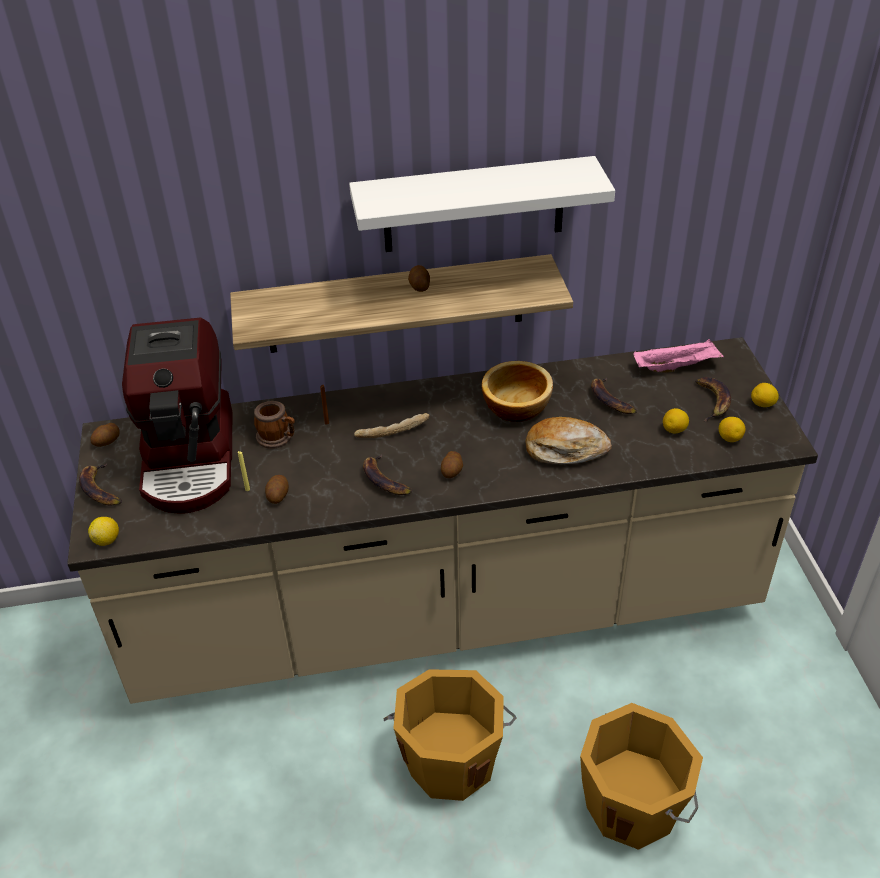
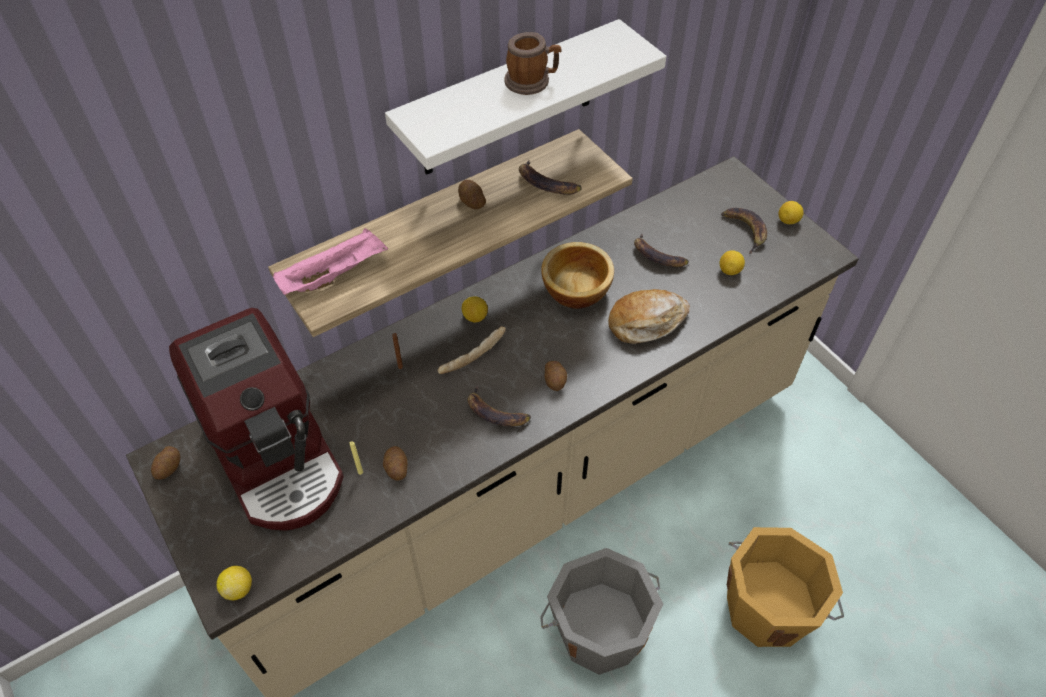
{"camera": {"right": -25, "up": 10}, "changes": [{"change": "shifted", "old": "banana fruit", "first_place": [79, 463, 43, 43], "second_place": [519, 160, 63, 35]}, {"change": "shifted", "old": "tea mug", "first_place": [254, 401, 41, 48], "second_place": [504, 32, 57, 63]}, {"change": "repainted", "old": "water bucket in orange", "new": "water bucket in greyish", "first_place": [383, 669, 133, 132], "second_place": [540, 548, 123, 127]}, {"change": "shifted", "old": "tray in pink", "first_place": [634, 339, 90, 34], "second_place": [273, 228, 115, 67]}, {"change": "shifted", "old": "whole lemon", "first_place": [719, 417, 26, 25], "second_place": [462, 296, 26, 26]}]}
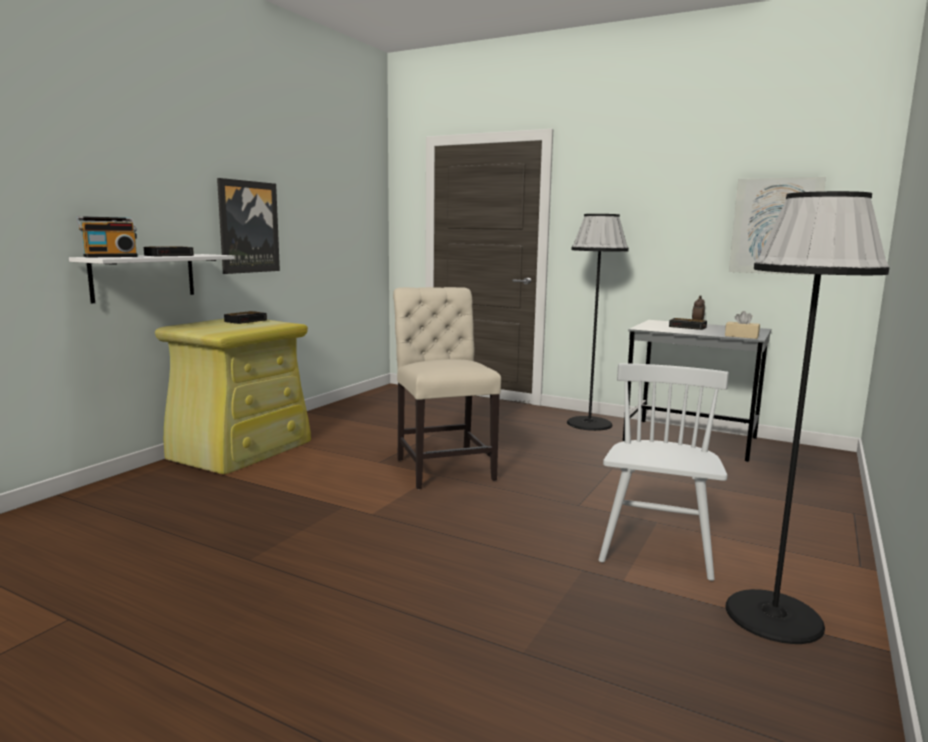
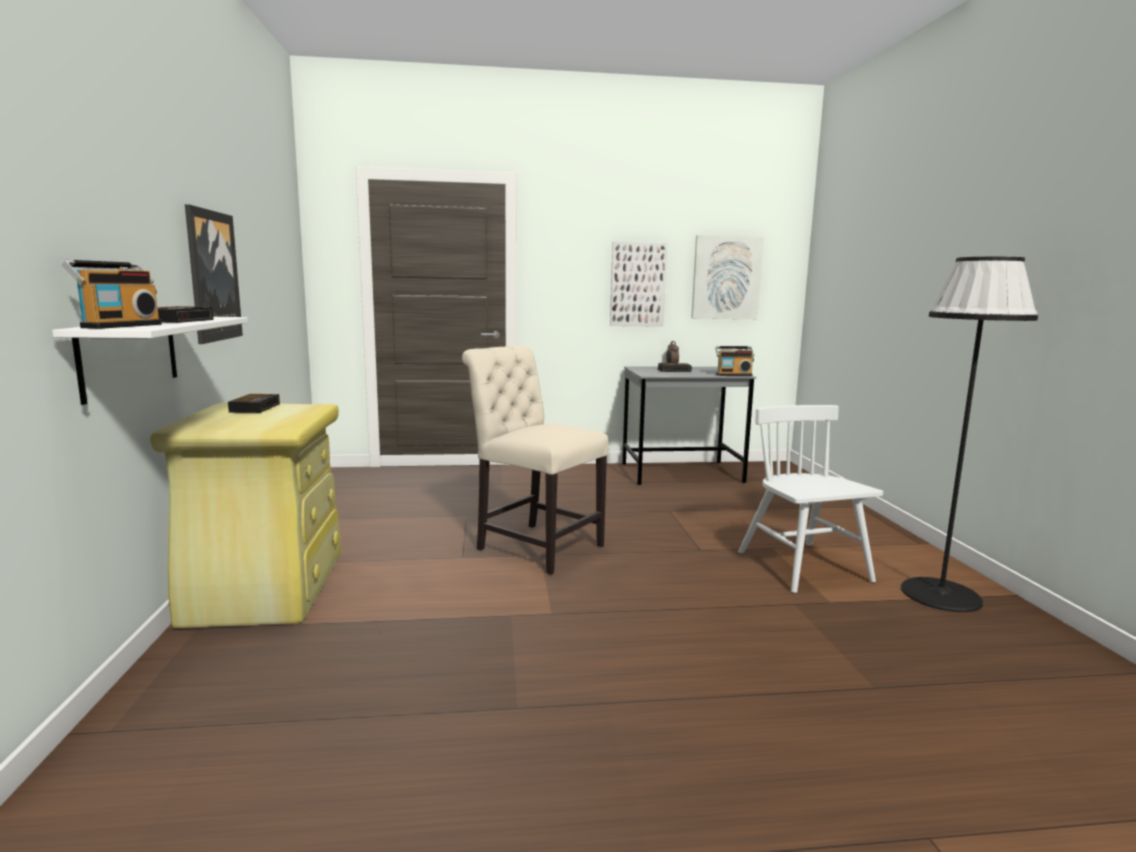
{"camera": {"right": -35, "up": 0}, "changes": [{"change": "gone", "old": "standard lamp in black", "first_place": [567, 214, 62, 217]}, {"change": "swapped", "old": "tissue box in sand-coloured", "new": "radio", "first_place": [725, 311, 35, 28], "second_place": [715, 346, 39, 30]}, {"change": "new", "new": "picture", "second_place": [610, 242, 57, 85]}]}
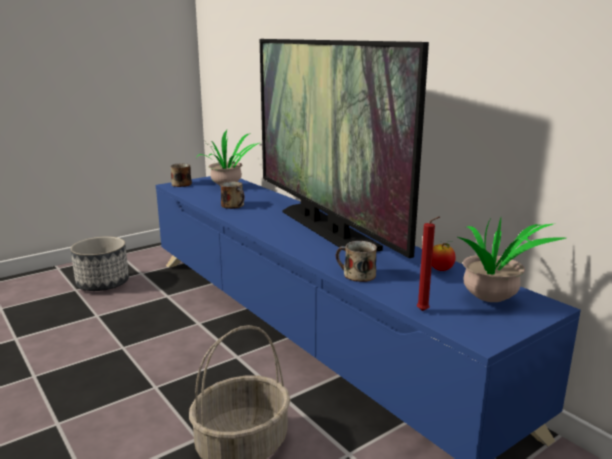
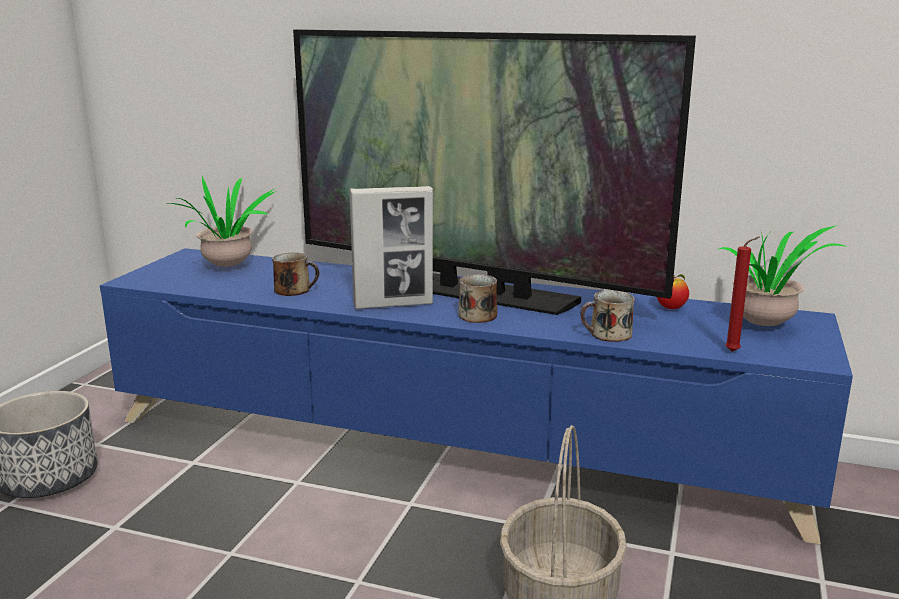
{"camera": {"right": -35, "up": 0}, "changes": [{"change": "shifted", "old": "tea mug", "first_place": [170, 163, 22, 24], "second_place": [458, 274, 39, 49]}, {"change": "new", "new": "standing frame", "second_place": [349, 186, 84, 123]}]}
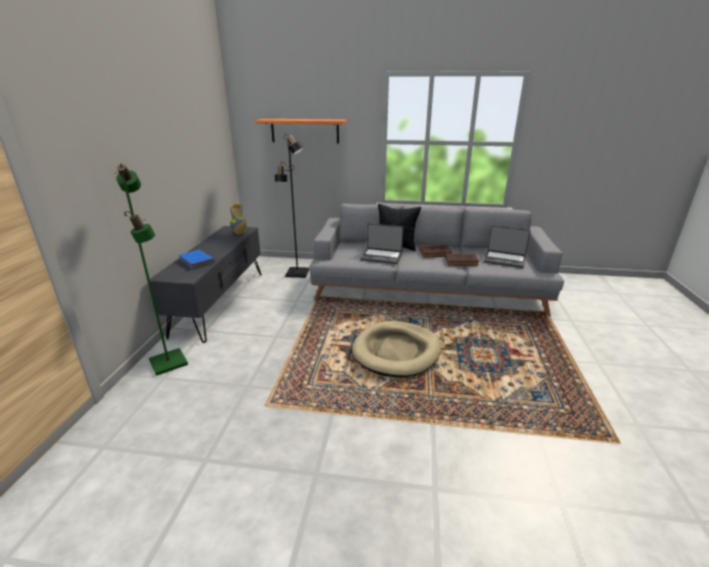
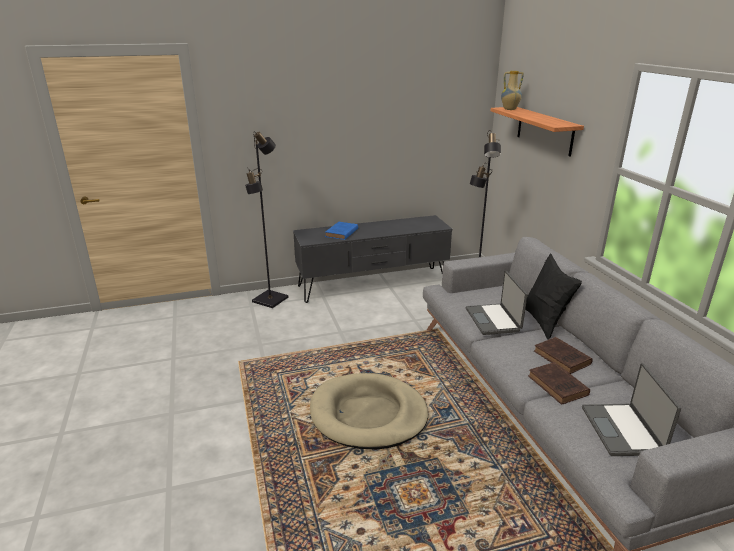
{"camera": {"right": 65, "up": 0}, "changes": [{"change": "repainted", "old": "standard lamp in green-coloured", "new": "standard lamp in black", "first_place": [116, 164, 72, 212], "second_place": [245, 131, 43, 177]}, {"change": "shifted", "old": "decorative vase", "first_place": [230, 204, 17, 31], "second_place": [501, 71, 23, 39]}]}
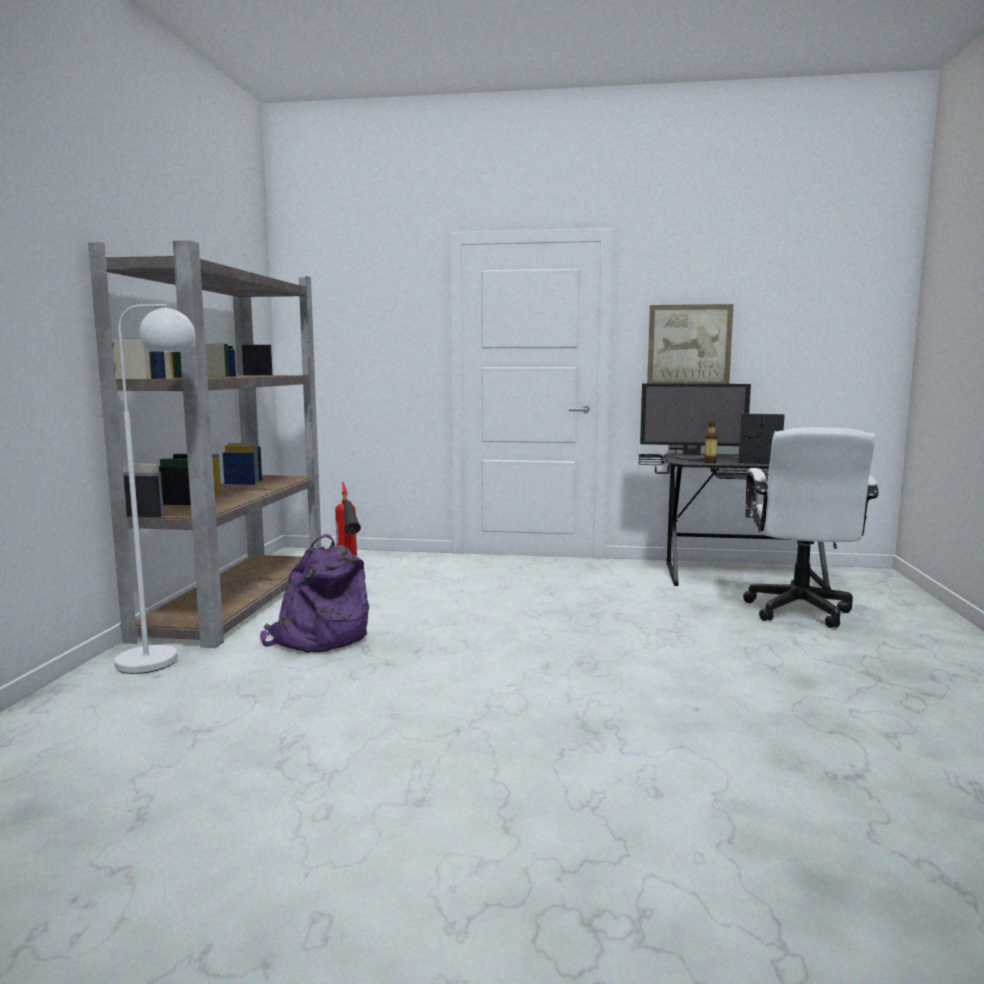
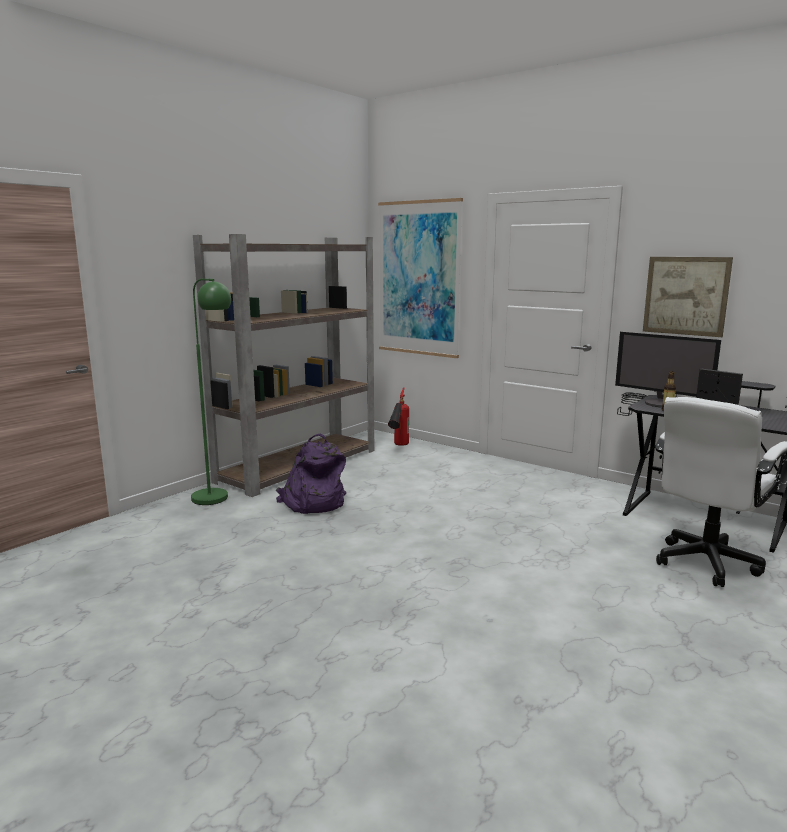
{"camera": {"right": 30, "up": 5}, "changes": [{"change": "repainted", "old": "standard lamp in white", "new": "standard lamp in green-coloured", "first_place": [115, 304, 80, 370], "second_place": [191, 279, 40, 226]}, {"change": "new", "new": "picture", "second_place": [378, 198, 85, 160]}]}
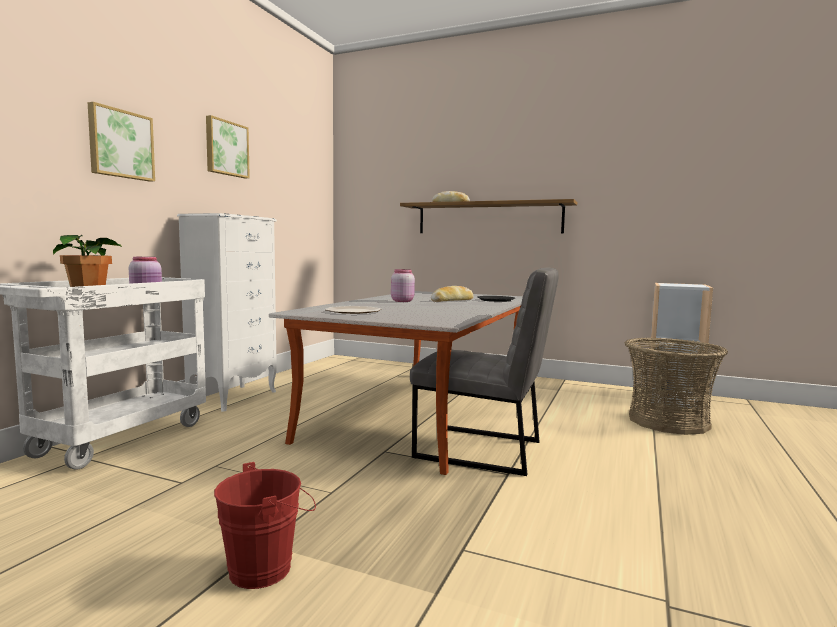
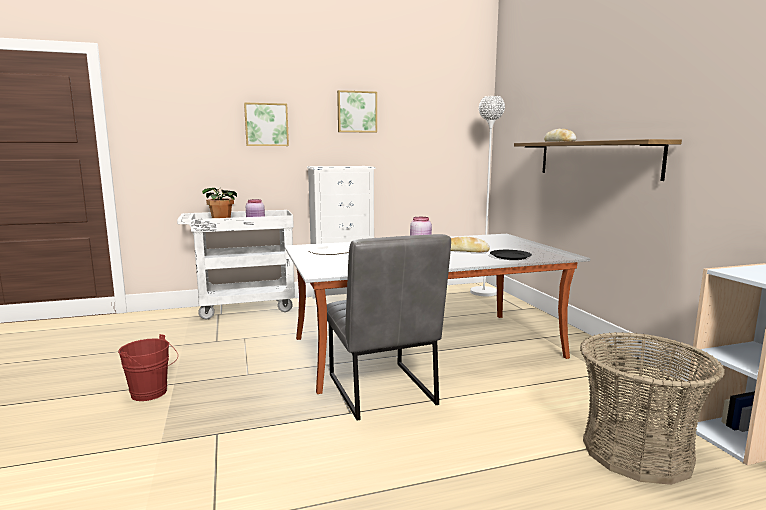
{"camera": {"right": 50, "up": 5}, "changes": [{"change": "new", "new": "standard lamp in white", "second_place": [470, 96, 35, 200]}]}
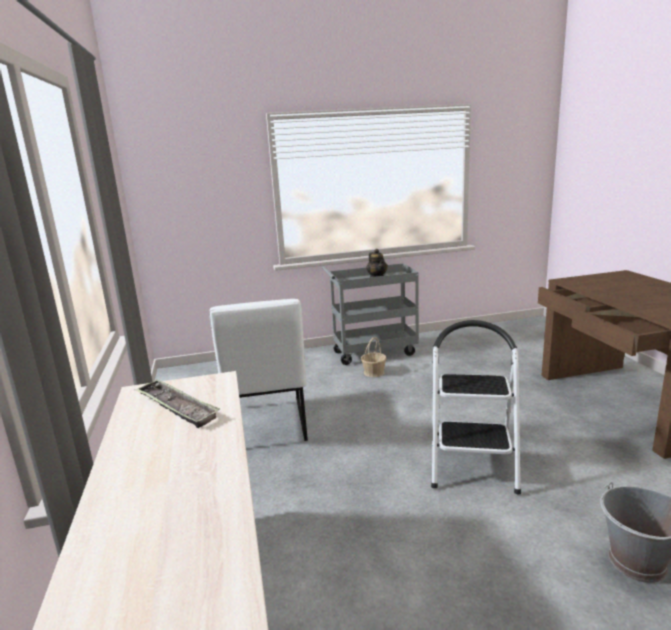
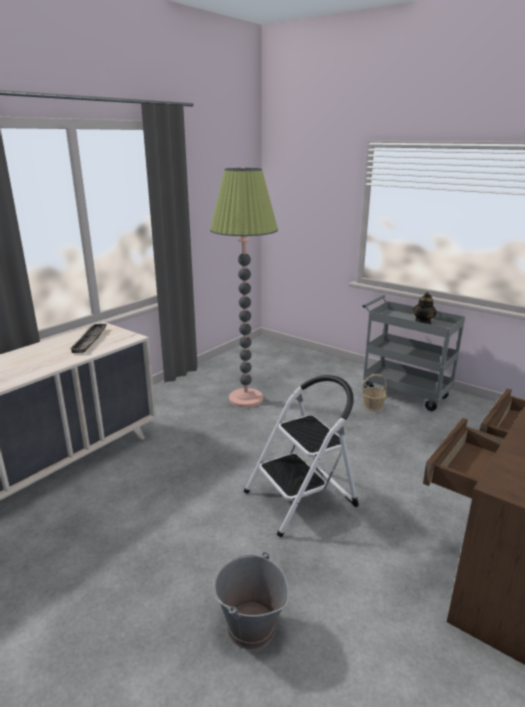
{"camera": {"right": 50, "up": 5}, "changes": [{"change": "swapped", "old": "plain chair in white", "new": "standard lamp", "first_place": [209, 299, 99, 142], "second_place": [210, 167, 68, 241]}]}
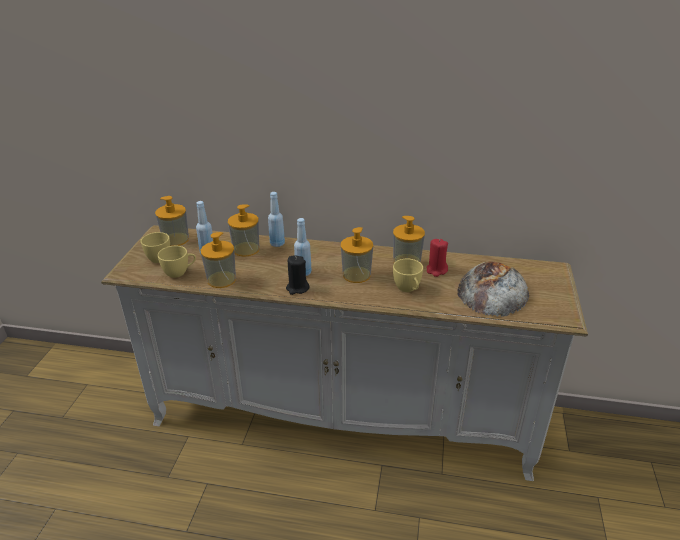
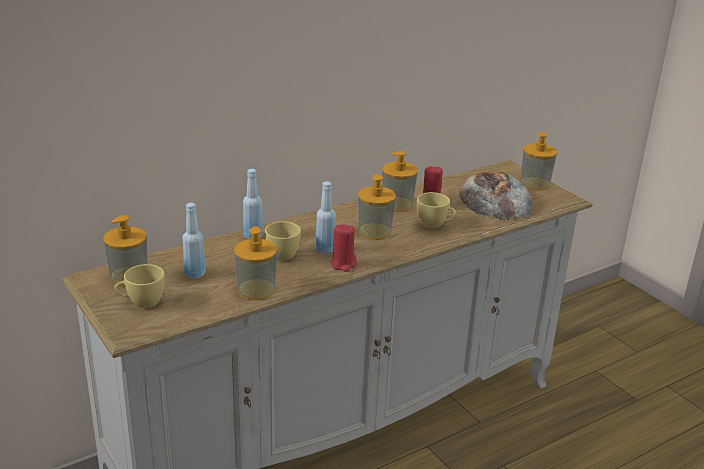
{"camera": {"right": -45, "up": -5}, "changes": [{"change": "shifted", "old": "small cup in yellow", "first_place": [157, 246, 39, 32], "second_place": [265, 221, 36, 40]}, {"change": "shifted", "old": "soap bottle", "first_place": [228, 204, 32, 53], "second_place": [521, 132, 36, 58]}, {"change": "repainted", "old": "wax light in black", "new": "wax light in red-coloured", "first_place": [286, 255, 24, 40], "second_place": [330, 224, 27, 48]}]}
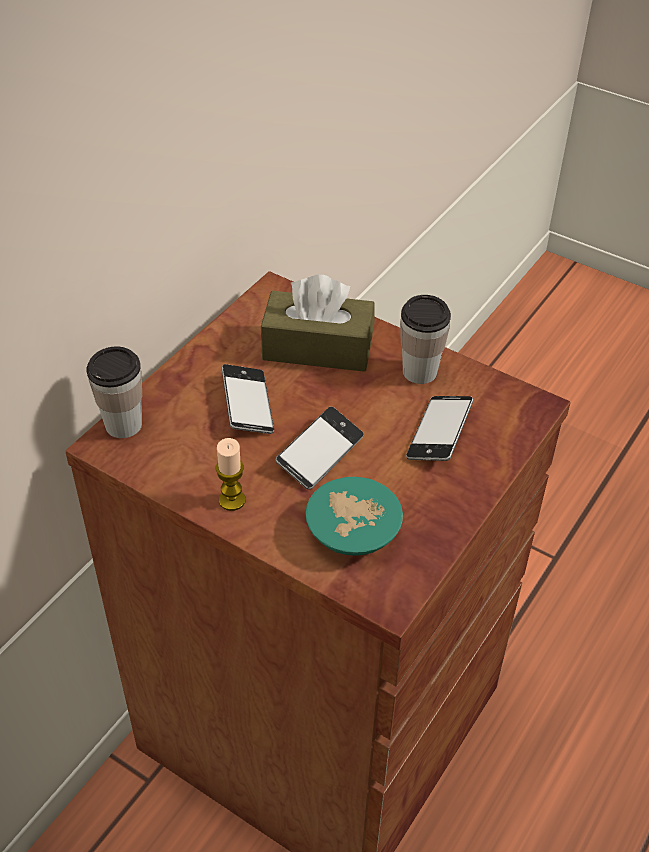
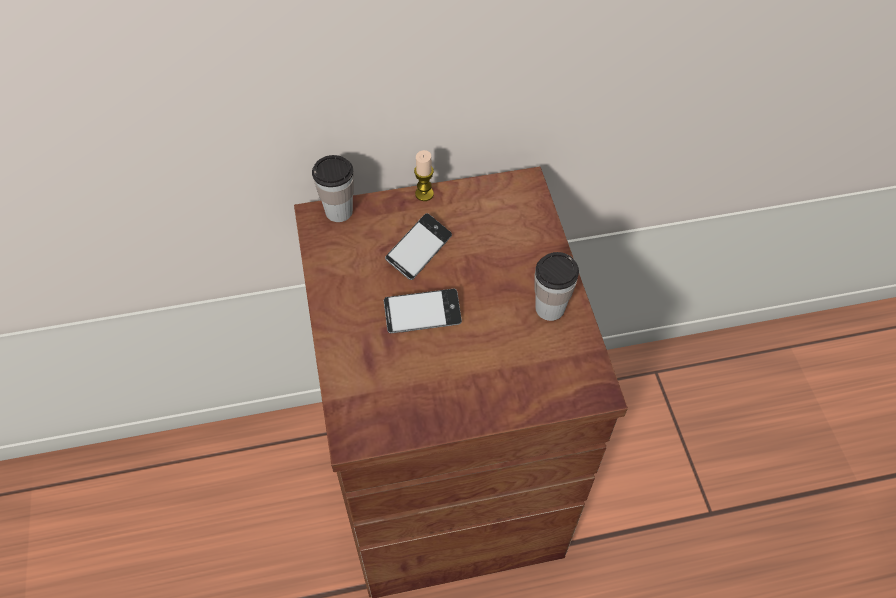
{"camera": {"right": 45, "up": 10}, "changes": [{"change": "shifted", "old": "wax light", "first_place": [216, 438, 29, 73], "second_place": [414, 150, 20, 51]}, {"change": "gone", "old": "tissue box in brownish", "first_place": [261, 275, 113, 97]}, {"change": "gone", "old": "deep dish in turquoise", "first_place": [306, 477, 97, 79]}, {"change": "gone", "old": "handset", "first_place": [406, 396, 67, 65]}]}
